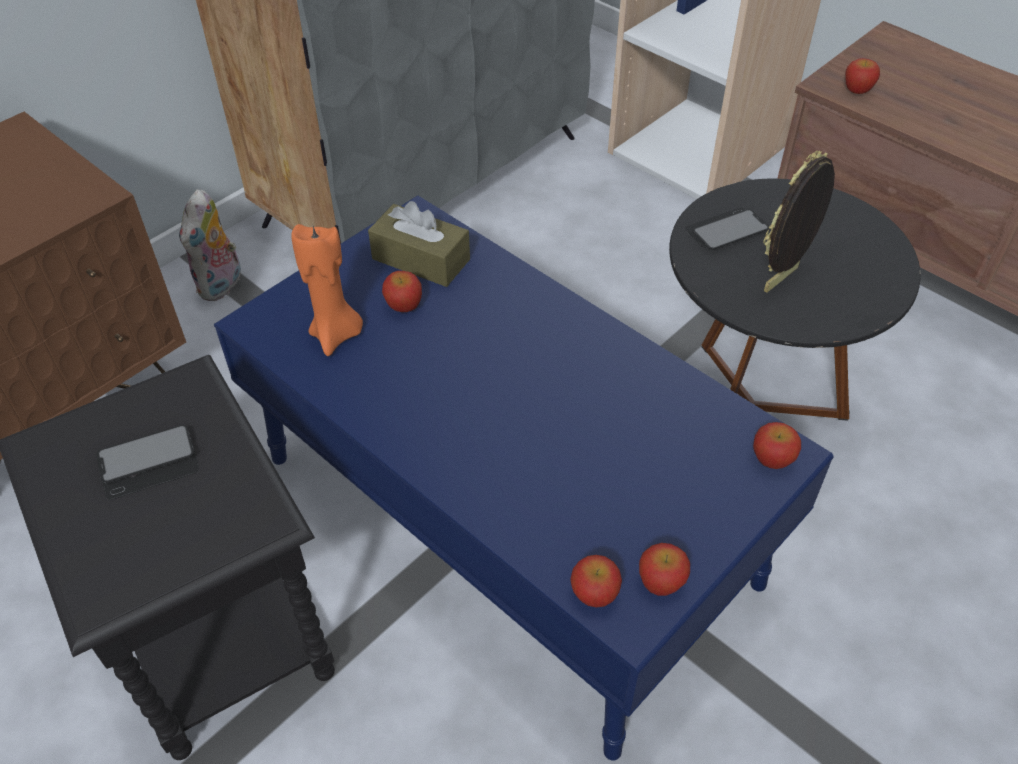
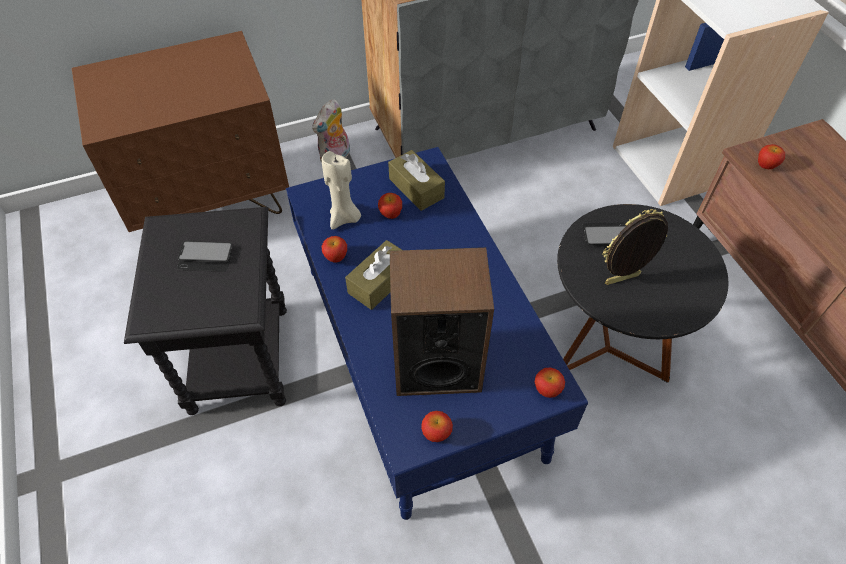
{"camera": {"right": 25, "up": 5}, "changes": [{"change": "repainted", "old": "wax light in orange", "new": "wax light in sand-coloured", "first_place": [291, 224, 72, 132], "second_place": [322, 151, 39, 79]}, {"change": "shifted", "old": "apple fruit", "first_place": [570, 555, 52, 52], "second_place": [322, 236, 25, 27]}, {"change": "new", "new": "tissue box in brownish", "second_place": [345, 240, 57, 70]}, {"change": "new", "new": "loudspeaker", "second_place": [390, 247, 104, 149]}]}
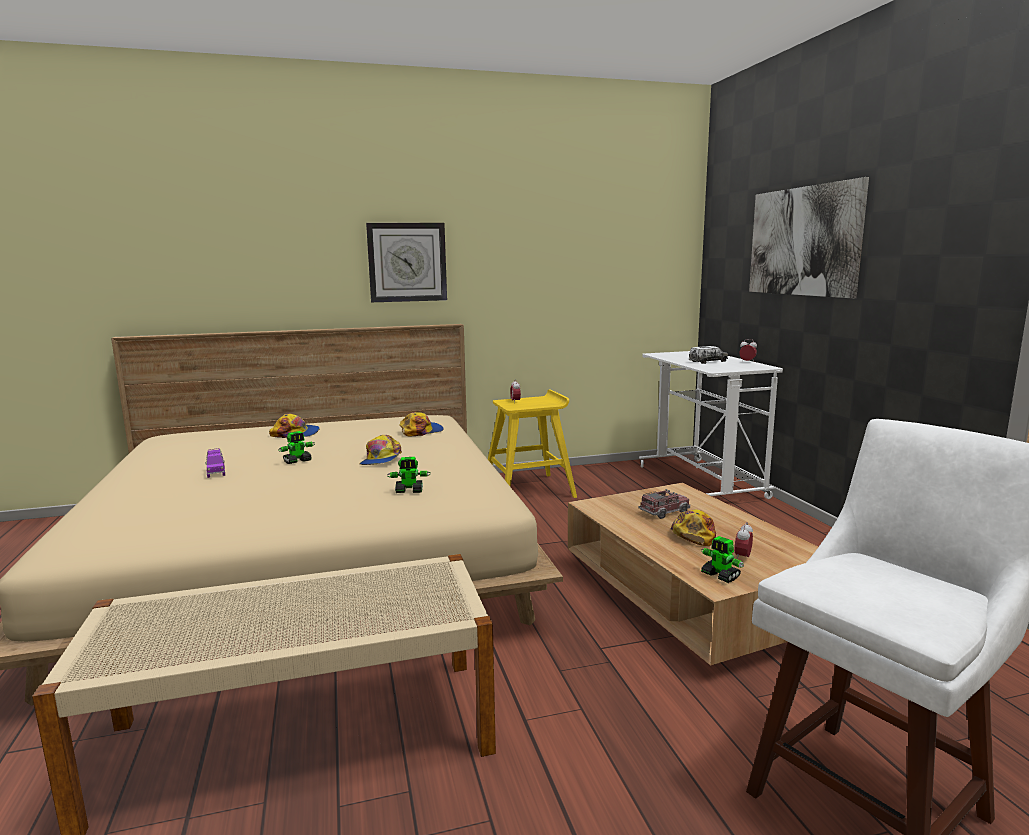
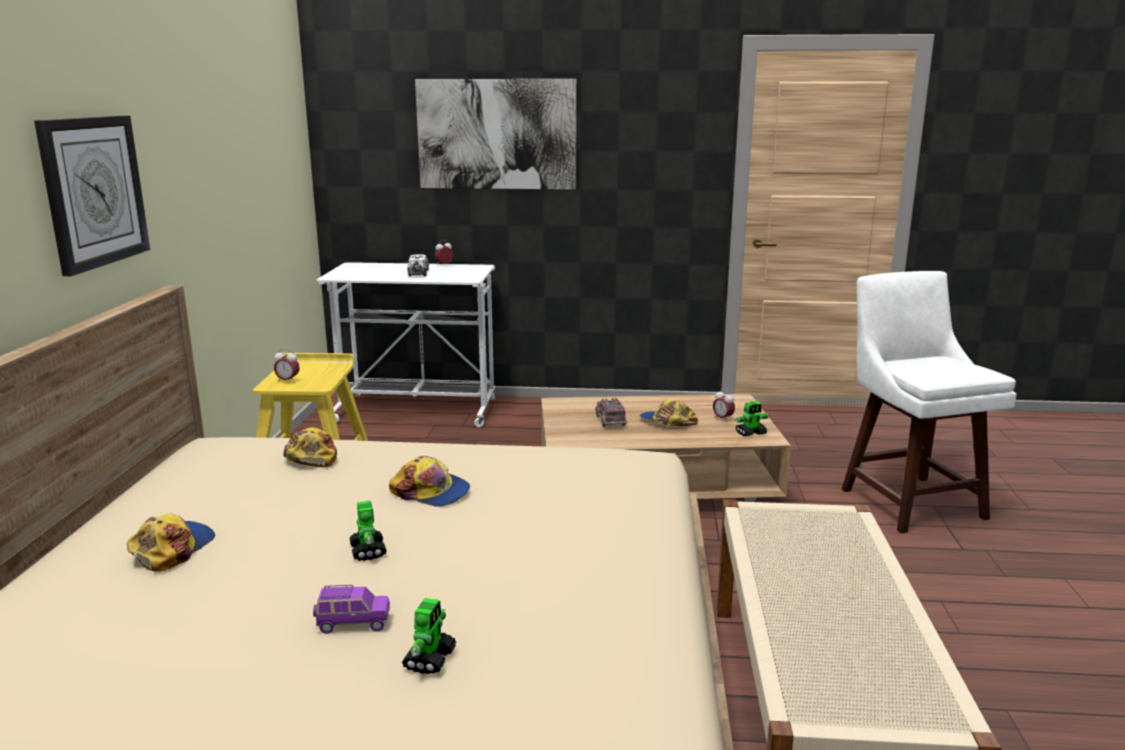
{"camera": {"right": -70, "up": 5}, "changes": [{"change": "shifted", "old": "robot figure", "first_place": [387, 457, 43, 36], "second_place": [402, 598, 55, 76]}]}
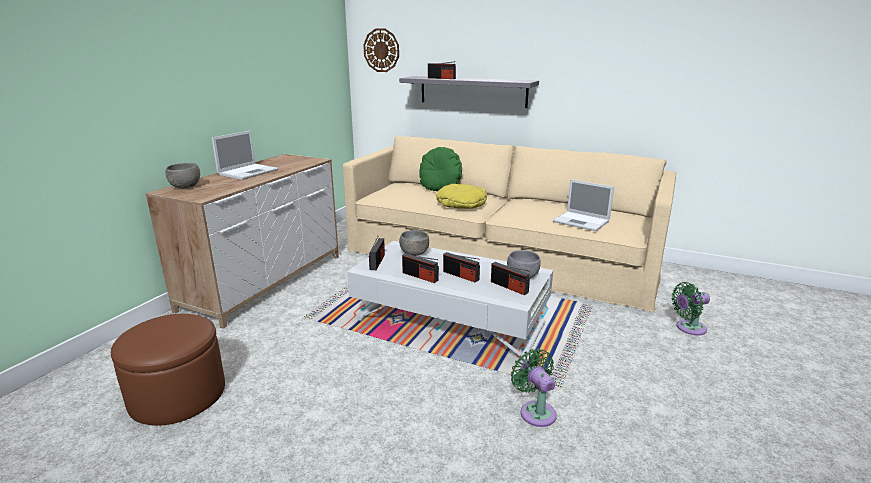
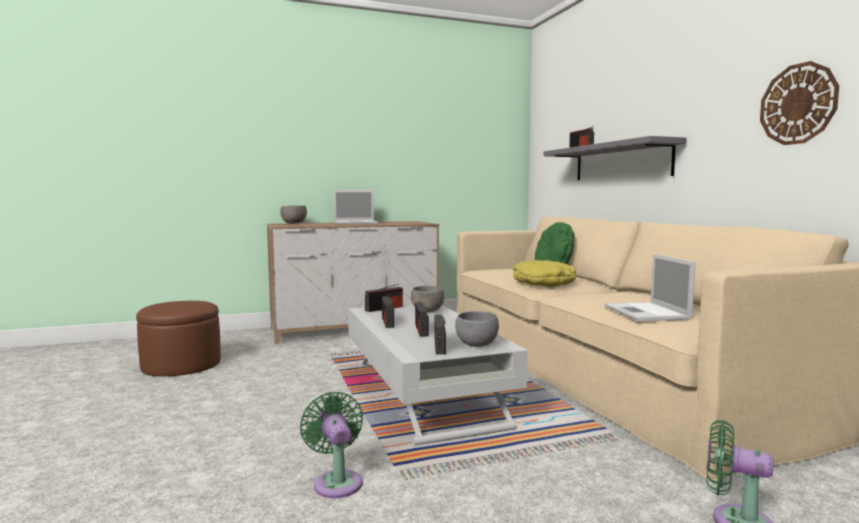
{"camera": {"right": 45, "up": -15}, "changes": [{"change": "shifted", "old": "hanging clock", "first_place": [363, 28, 36, 44], "second_place": [760, 61, 79, 84]}, {"change": "rotated", "old": "electric fan in green-coloured", "first_place": [511, 349, 46, 78], "second_place": [300, 392, 63, 106], "degrees": -45}]}
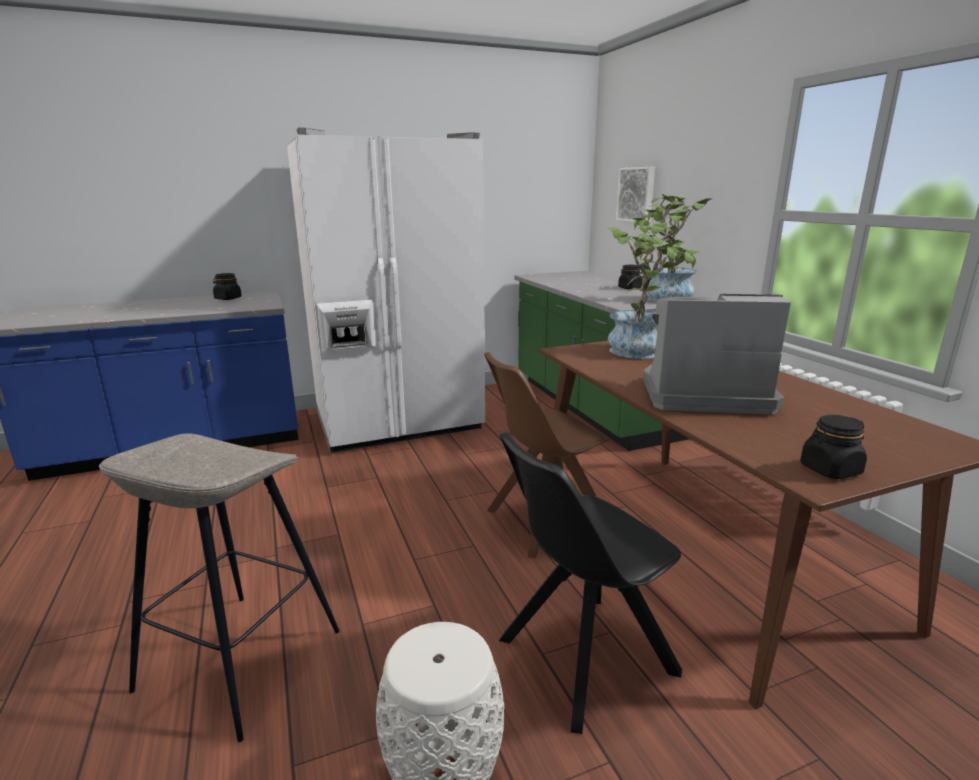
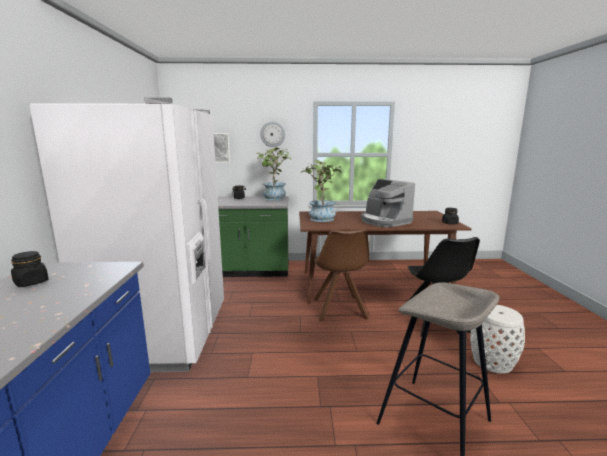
{"camera": {"right": -70, "up": -5}, "changes": [{"change": "rotated", "old": "coffee brewer", "first_place": [644, 294, 147, 121], "second_place": [361, 179, 54, 48], "degrees": -60}, {"change": "new", "new": "hanging clock", "second_place": [260, 121, 25, 26]}]}
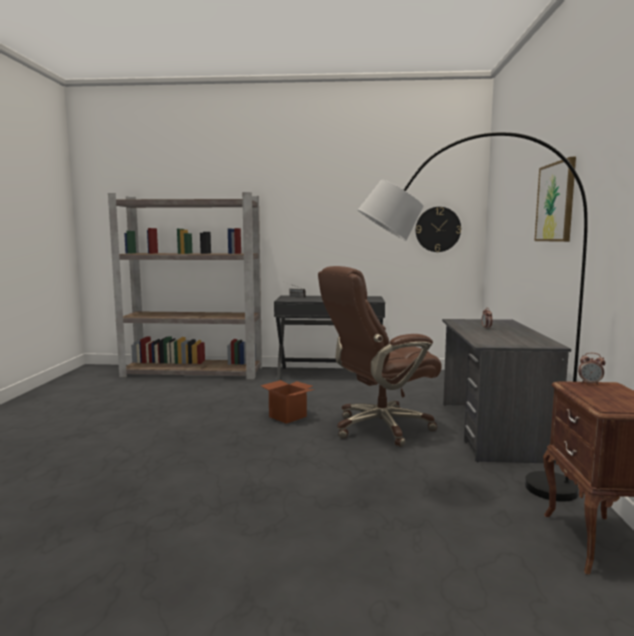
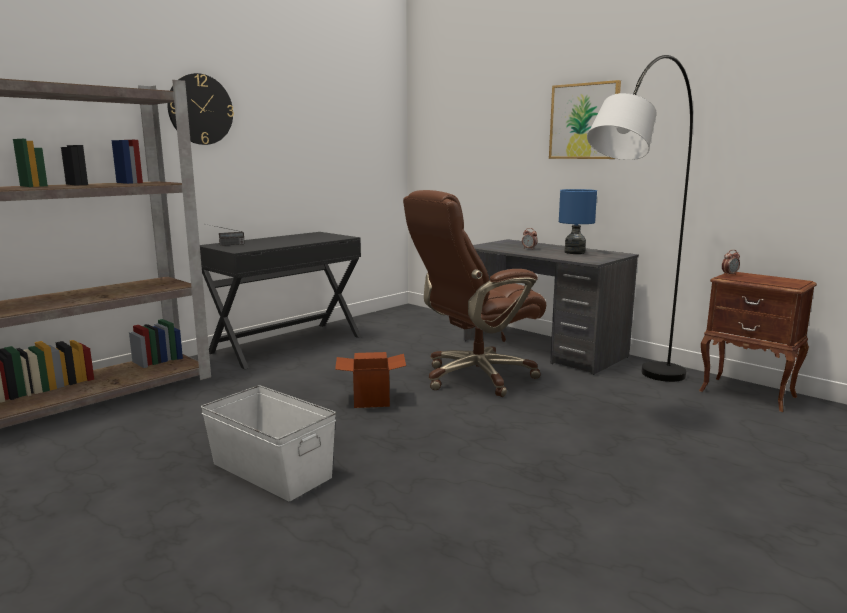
{"camera": {"right": -50, "up": 5}, "changes": [{"change": "rotated", "old": "desk chair in brownish", "first_place": [318, 266, 124, 181], "second_place": [403, 190, 143, 207], "degrees": 45}, {"change": "shifted", "old": "hanging clock", "first_place": [416, 207, 45, 45], "second_place": [167, 73, 67, 72]}, {"change": "new", "new": "storage bin in white", "second_place": [201, 385, 135, 116]}, {"change": "new", "new": "tabletop lamp in bluish", "second_place": [559, 189, 38, 65]}]}
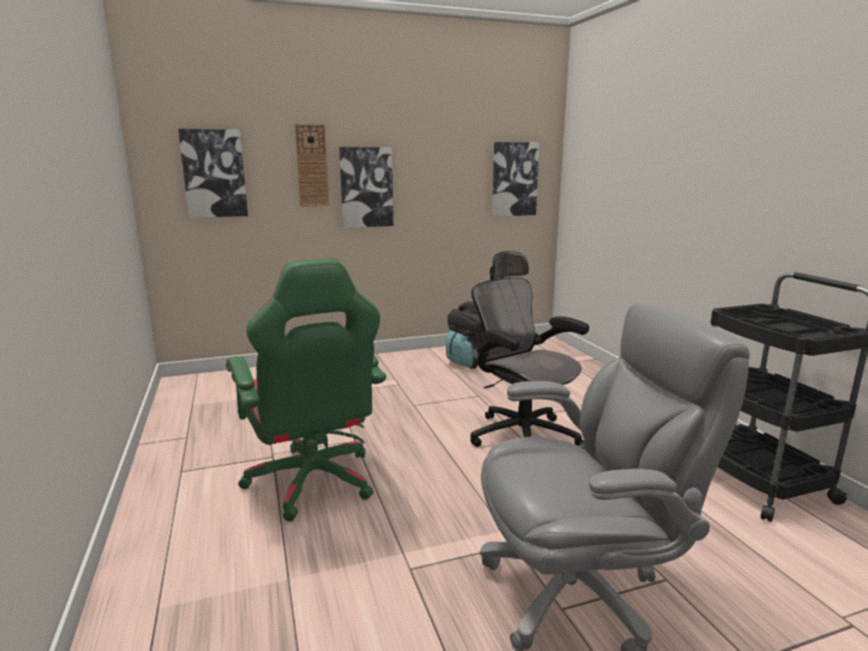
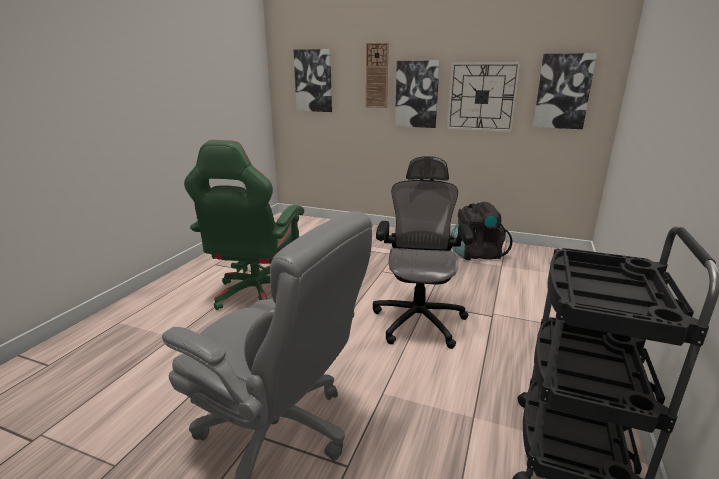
{"camera": {"right": 40, "up": 5}, "changes": [{"change": "new", "new": "hanging clock", "second_place": [447, 62, 74, 70]}]}
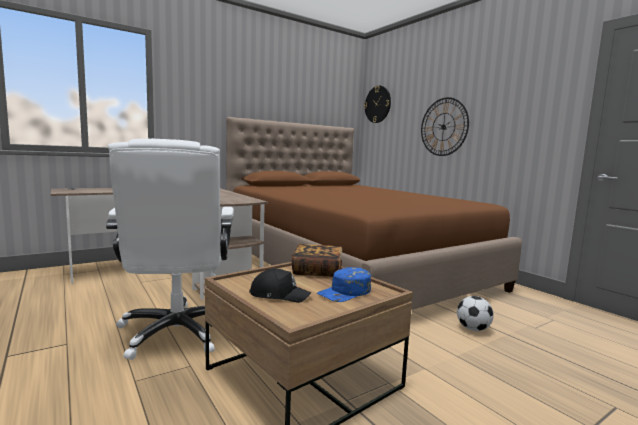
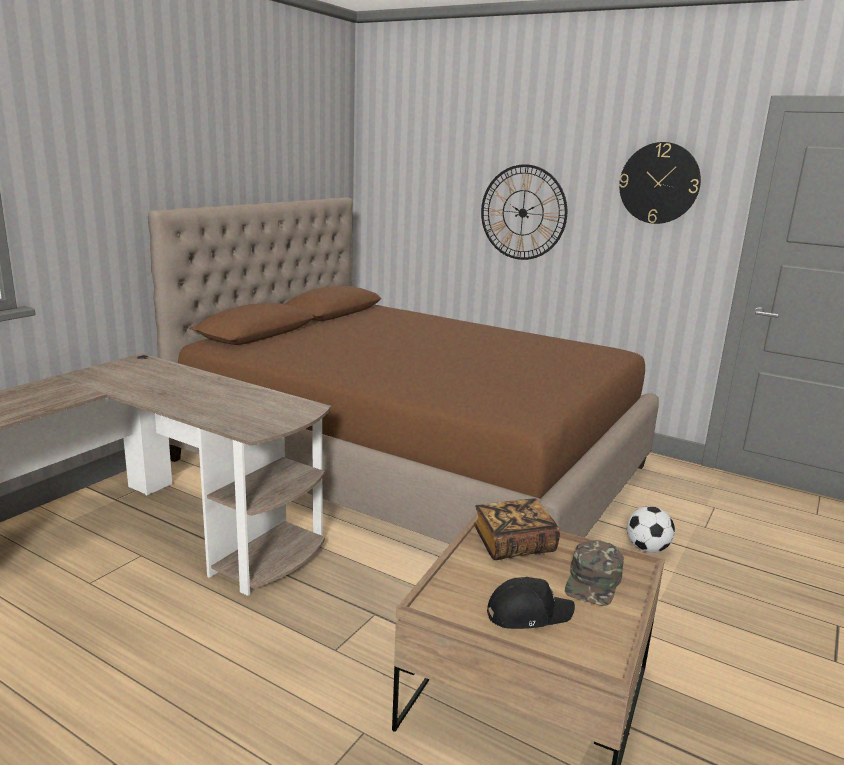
{"camera": {"right": -25, "up": 10}, "changes": [{"change": "gone", "old": "desk chair in white", "first_place": [106, 138, 128, 222]}, {"change": "repainted", "old": "baseball cap in bluish", "new": "baseball cap in green-coloured", "first_place": [317, 267, 54, 35], "second_place": [565, 540, 59, 66]}, {"change": "shifted", "old": "hanging clock", "first_place": [364, 86, 27, 37], "second_place": [619, 142, 82, 82]}]}
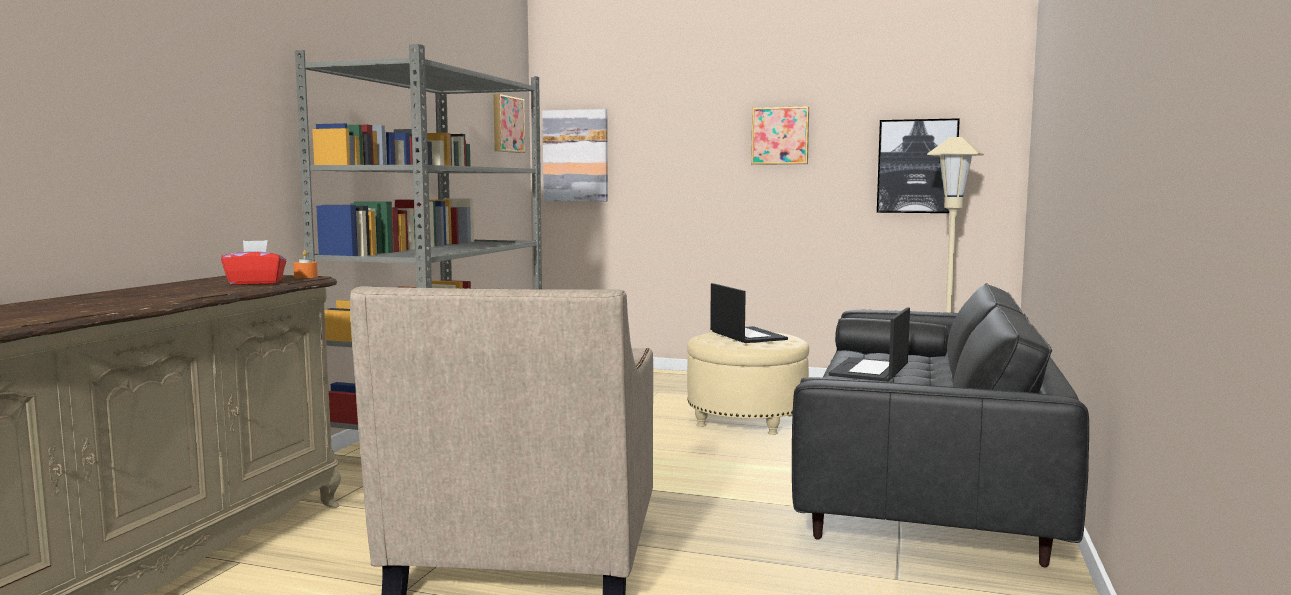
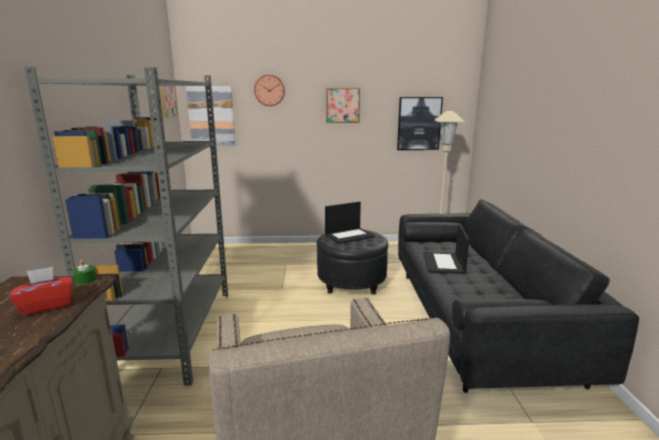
{"camera": {"right": -20, "up": 10}, "changes": [{"change": "repainted", "old": "wax light in orange", "new": "wax light in green-coloured", "first_place": [293, 250, 25, 28], "second_place": [73, 260, 24, 25]}, {"change": "repainted", "old": "footrest in sand-coloured", "new": "footrest in black", "first_place": [687, 332, 122, 103], "second_place": [317, 230, 71, 65]}, {"change": "rotated", "old": "portable computer", "first_place": [710, 283, 78, 60], "second_place": [325, 202, 50, 42], "degrees": 105}, {"change": "new", "new": "hanging clock", "second_place": [254, 74, 31, 32]}]}
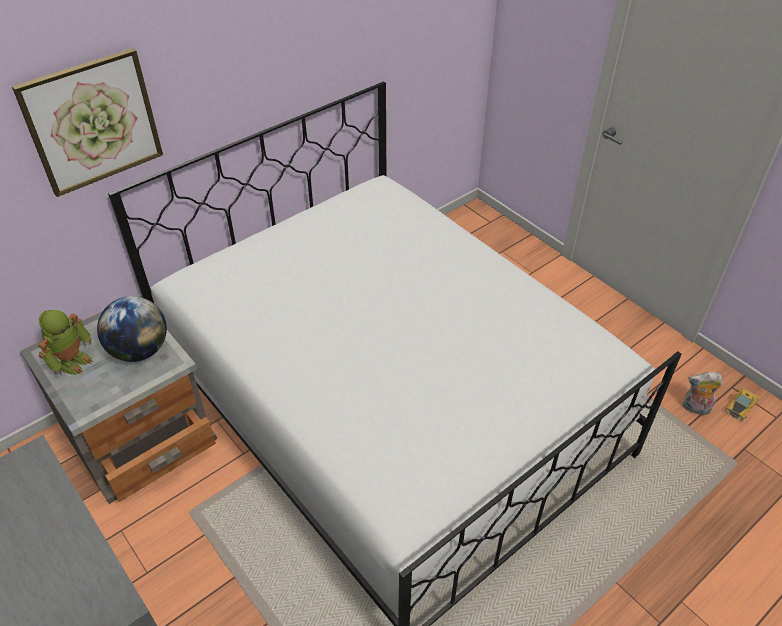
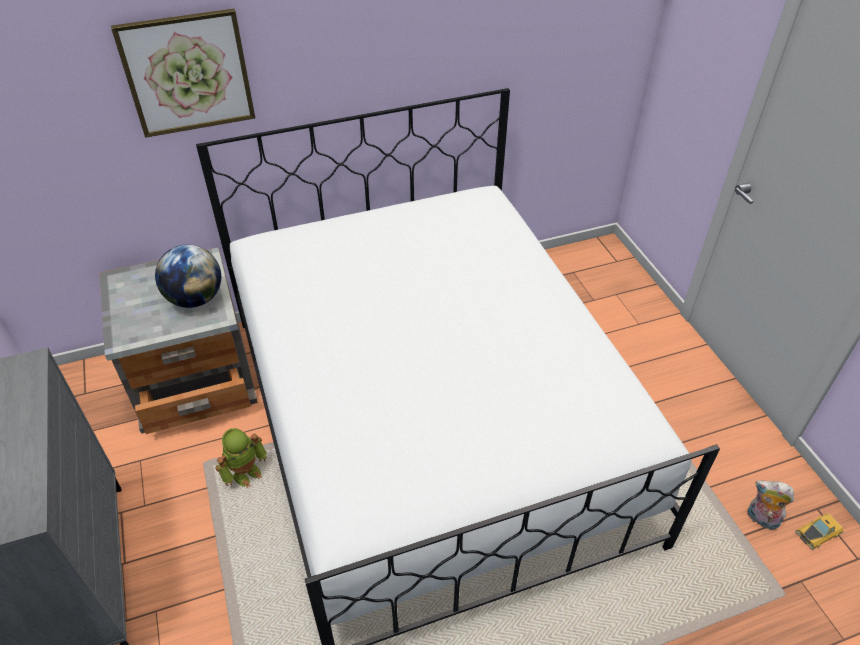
{"camera": {"right": 20, "up": 0}, "changes": [{"change": "shifted", "old": "robot figure", "first_place": [39, 310, 54, 65], "second_place": [215, 428, 52, 60]}]}
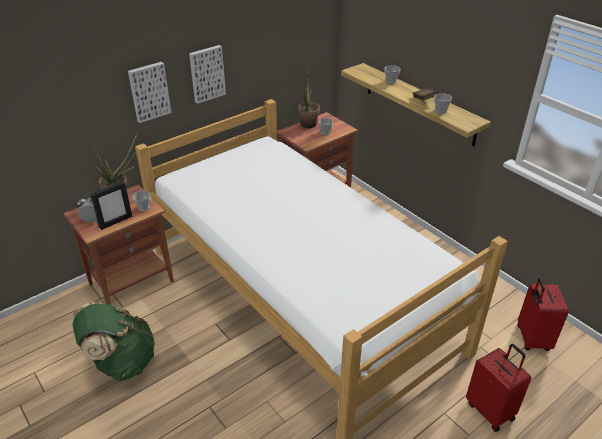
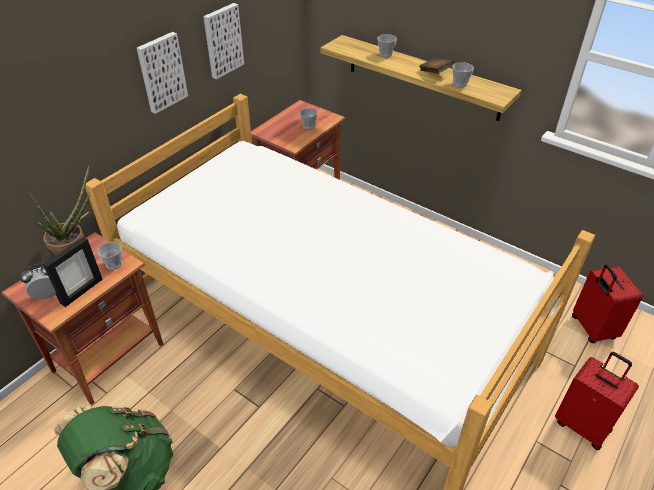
{"camera": {"right": -15, "up": 5}, "changes": [{"change": "shifted", "old": "picture", "first_place": [128, 62, 43, 61], "second_place": [203, 3, 41, 76]}, {"change": "gone", "old": "houseplant", "first_place": [298, 69, 22, 59]}]}
